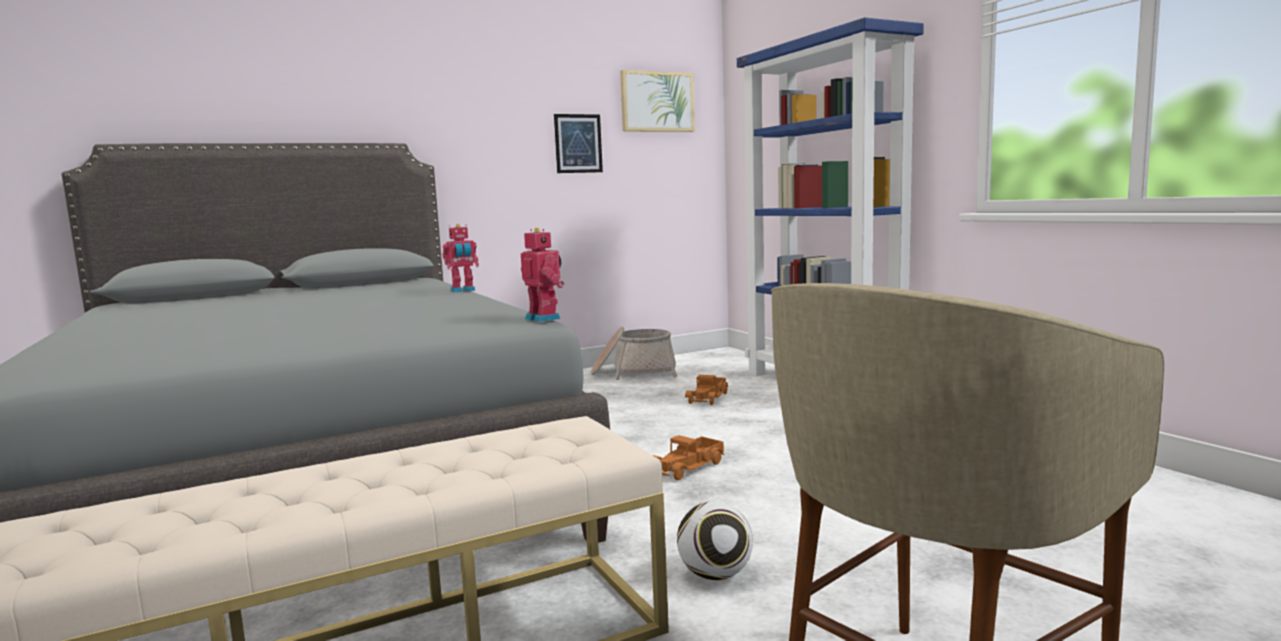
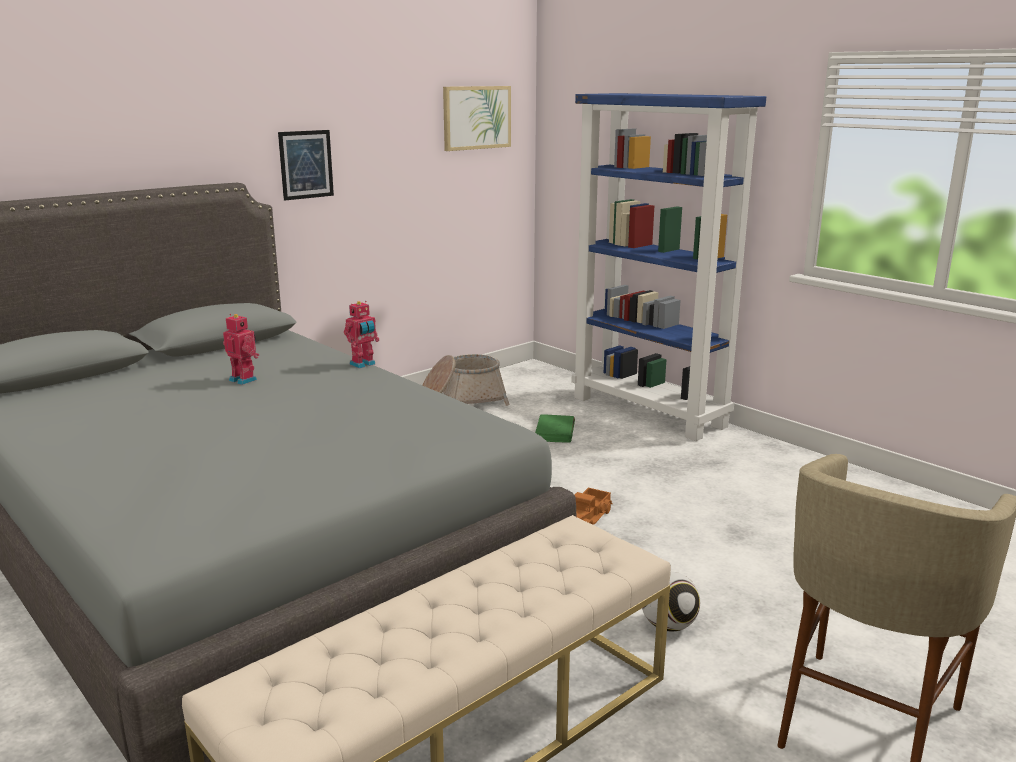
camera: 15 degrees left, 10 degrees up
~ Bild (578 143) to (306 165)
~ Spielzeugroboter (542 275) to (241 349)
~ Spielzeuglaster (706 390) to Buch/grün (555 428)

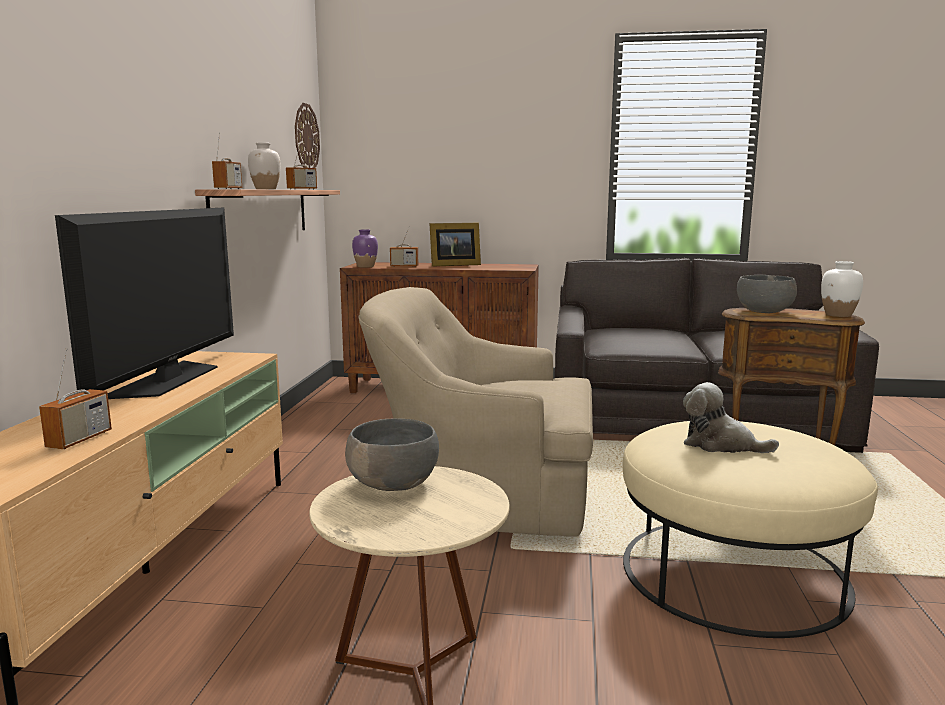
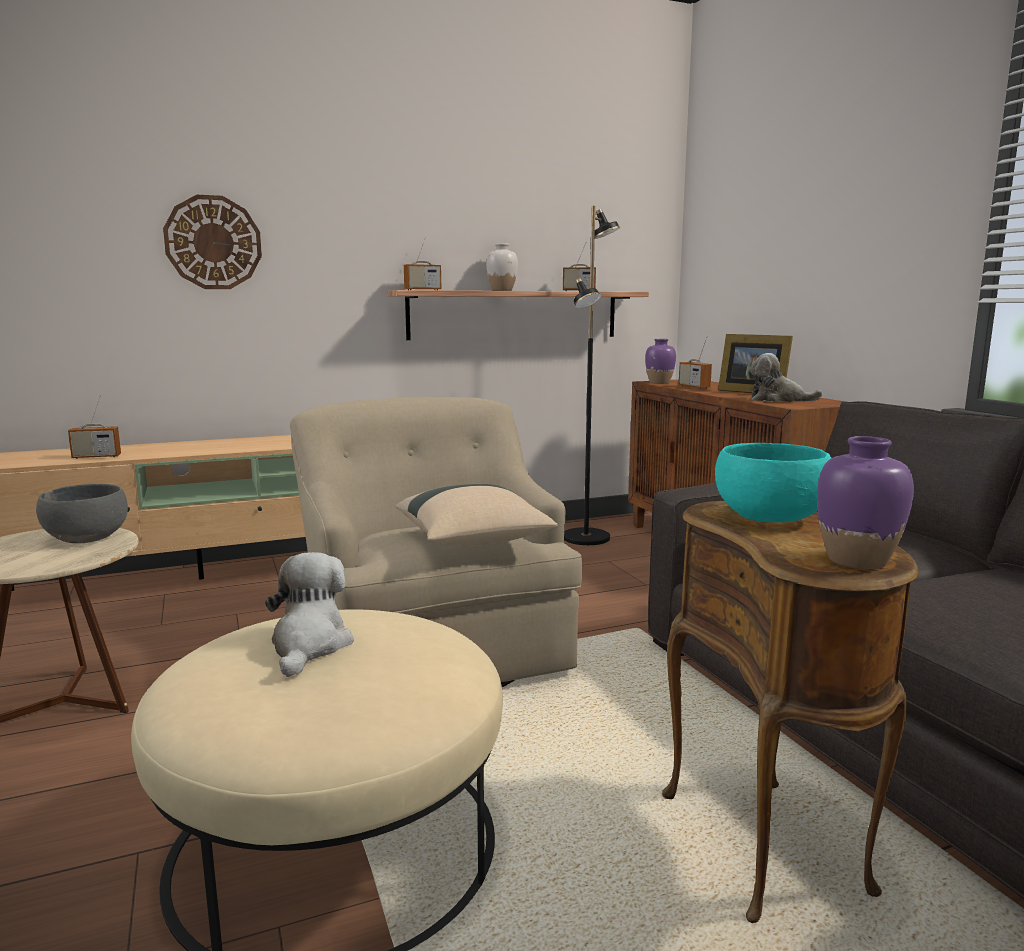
camera: 60 degrees right, 0 degrees up
~ Wanduhr (307 135) to (212 242)
- Fernseher (144 303)
~ Vase/weiß (842 289) to Vase/lila (865 502)
~ Schüssel/grau (767 294) to Schüssel/türkis (773 482)
+ Stehlampe/schwarz (592 375)
+ Plüschtier (786 377)
+ Kissen/beige (477 515)

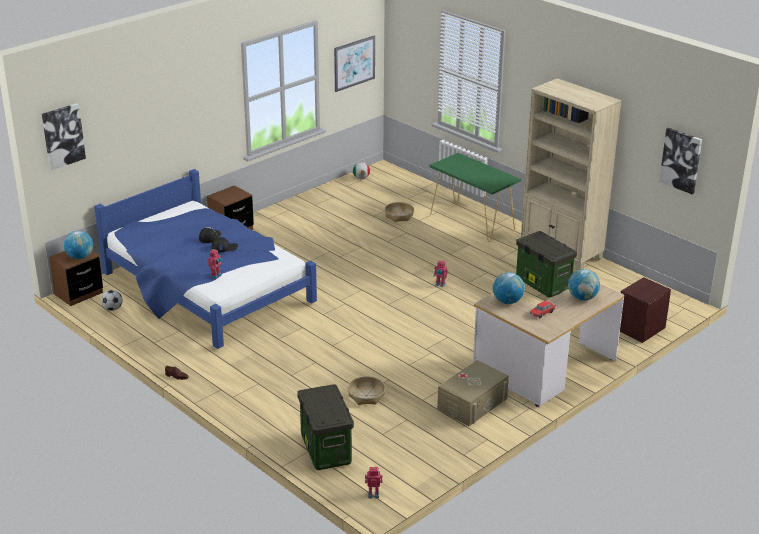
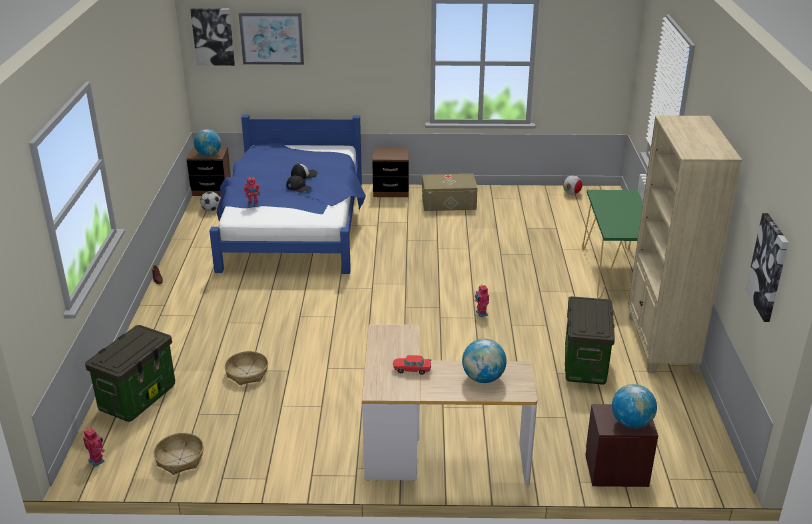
camera: 45 degrees right, 0 degrees up
~ Bild (354 64) to (271 39)
~ Korb (399 212) to (178 454)
~ Globus (509 288) to (634 406)
~ Aufbewahrungsbox/beige (473 393) to (450 192)

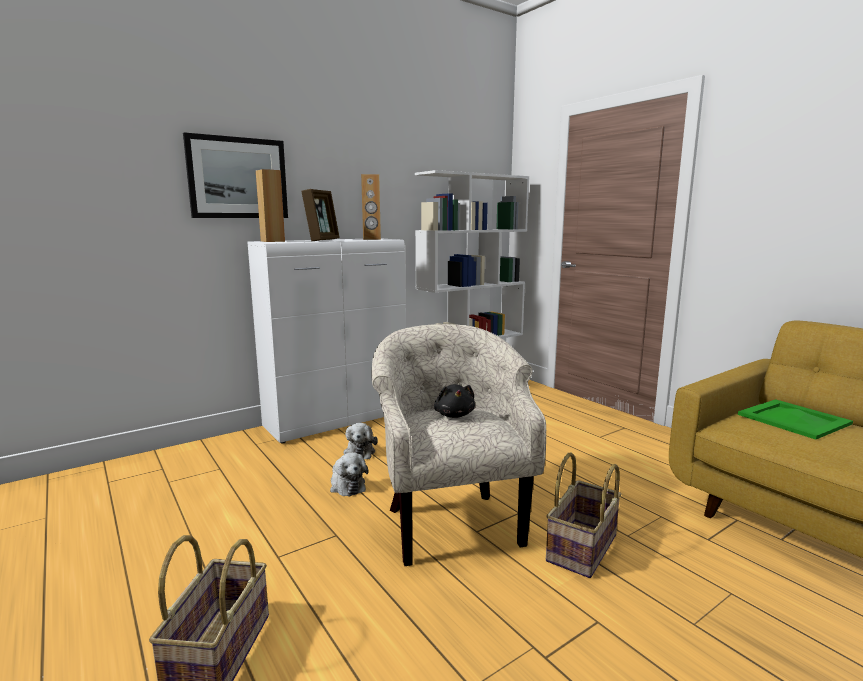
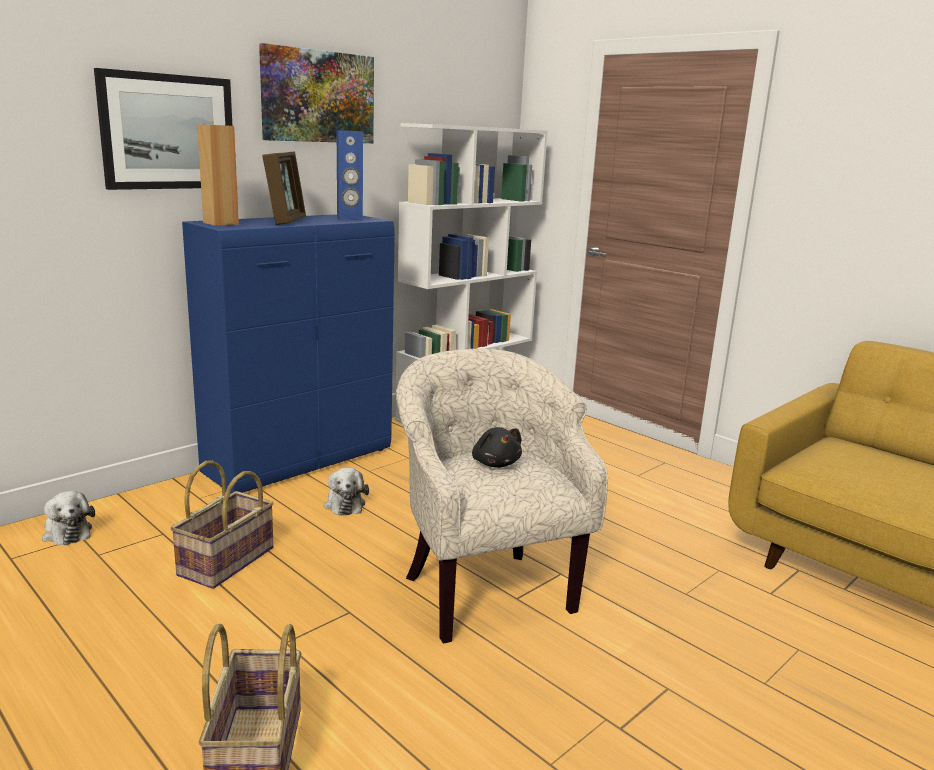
camera: 10 degrees left, 5 degrees up
~ Lautsprecher/braun (371 207) to Lautsprecher/blau (350 175)
~ Schrank/weiß (326 341) to Schrank/blau (288 353)
- Tablett/grün (795 419)
~ Plüschtier (349 474) to (68 518)
~ Korb (583 515) to (222 525)
+ Bild (316 93)

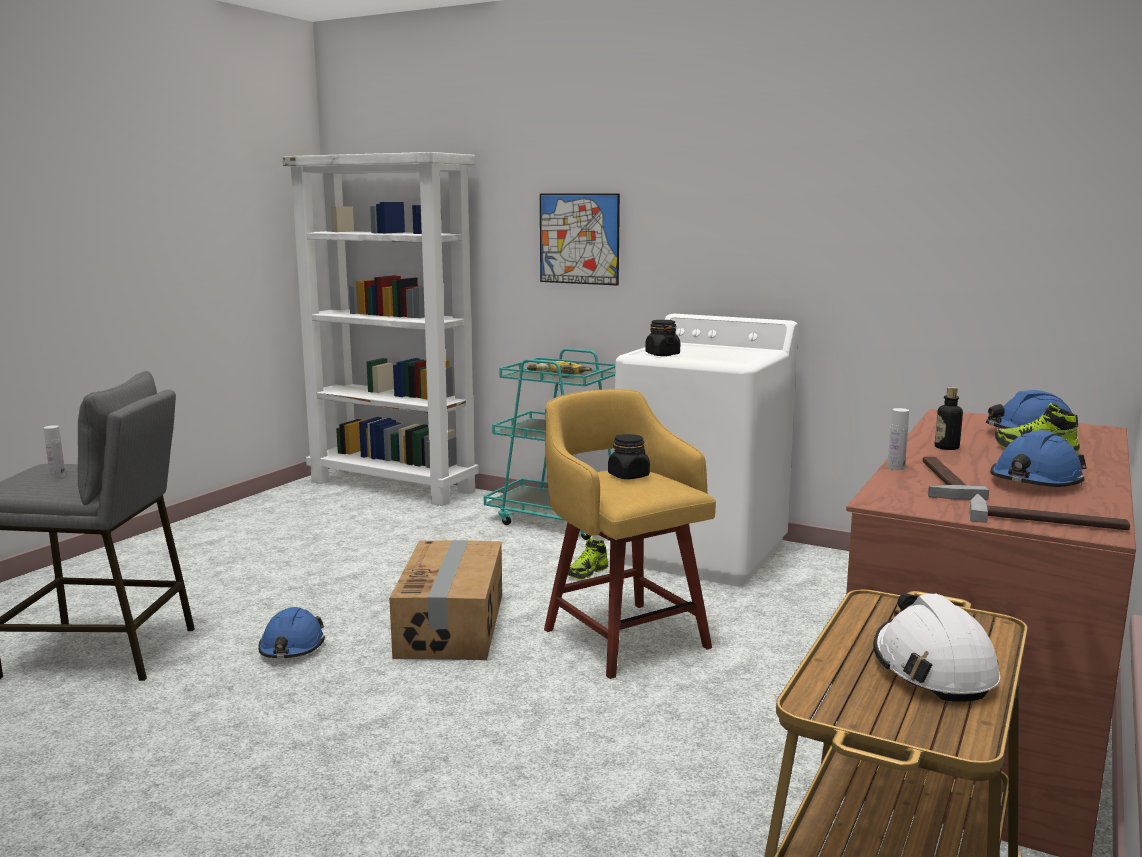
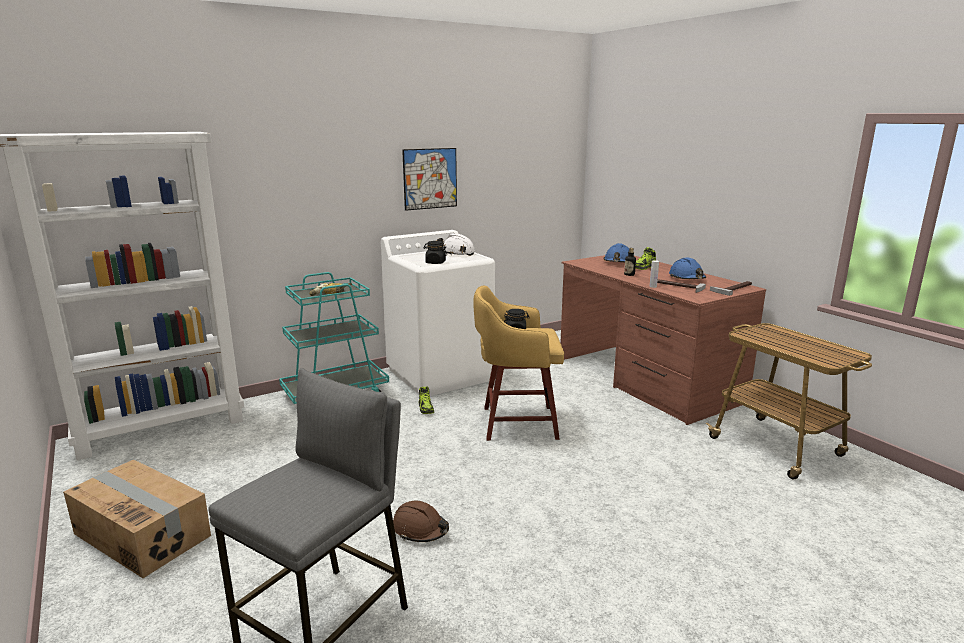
camera: 60 degrees left, 5 degrees up
~ Bild (580 239) to (429 179)
- Flasche/weiß (54 451)
~ Karton (445 600) to (137 518)
~ Schutzhelm/weiß (936 647) to (456 244)
~ Schutzhelm/blau (291 632) to Schutzhelm/braun (421 521)

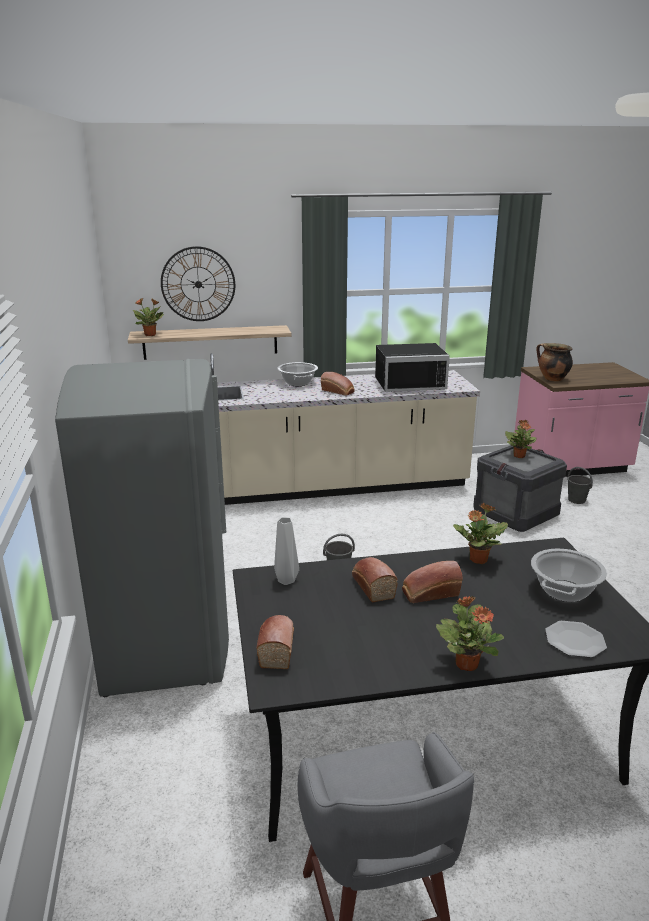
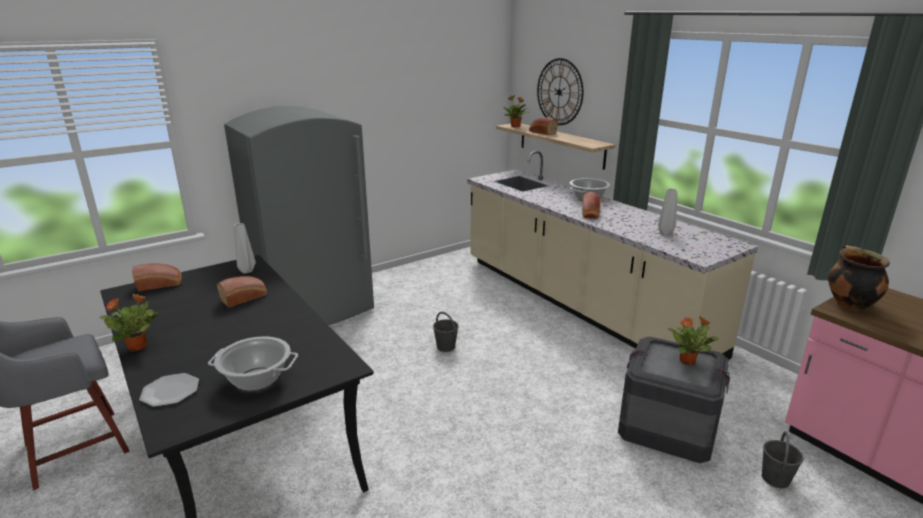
camera: 65 degrees right, 0 degrees up
~ Mikrowelle/schwarz (412 367) to Vase/grau (667 212)
- Topfpflanze (480 533)
~ Brot (432 582) to (543 126)

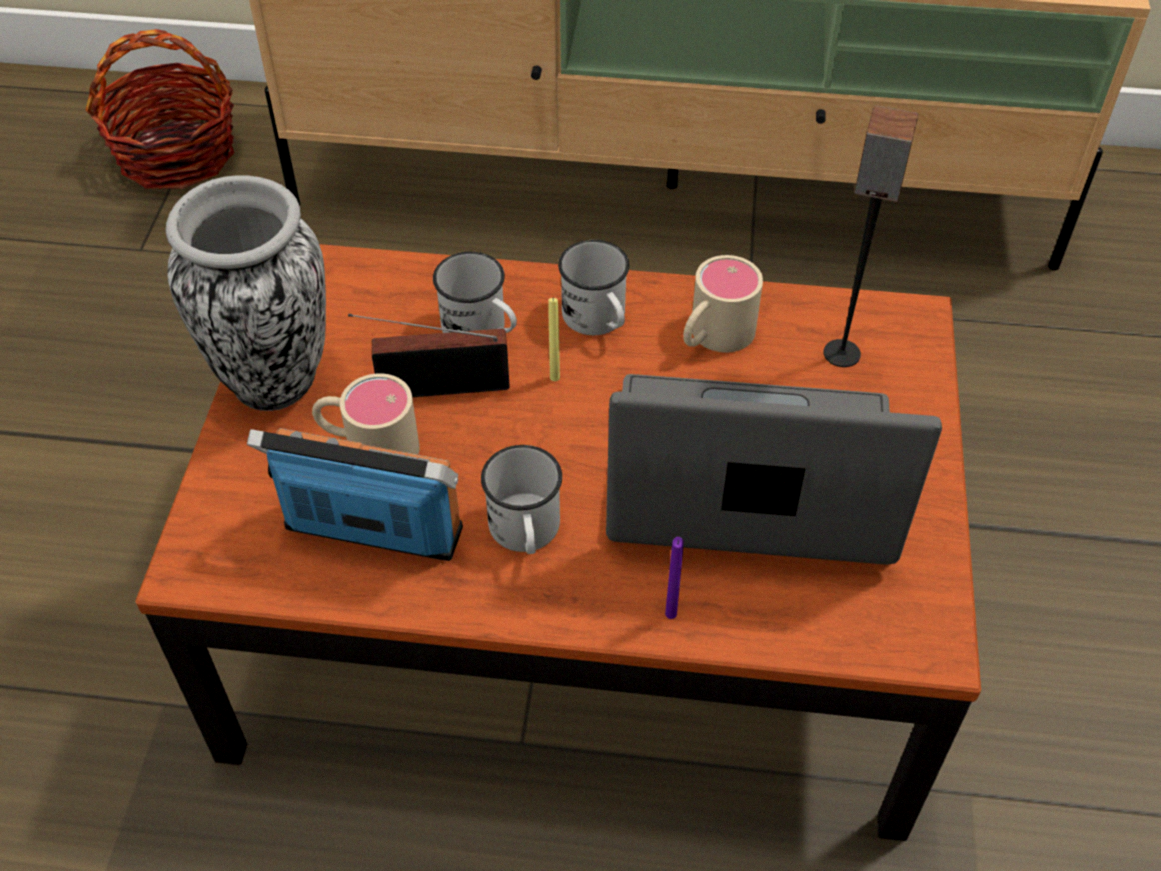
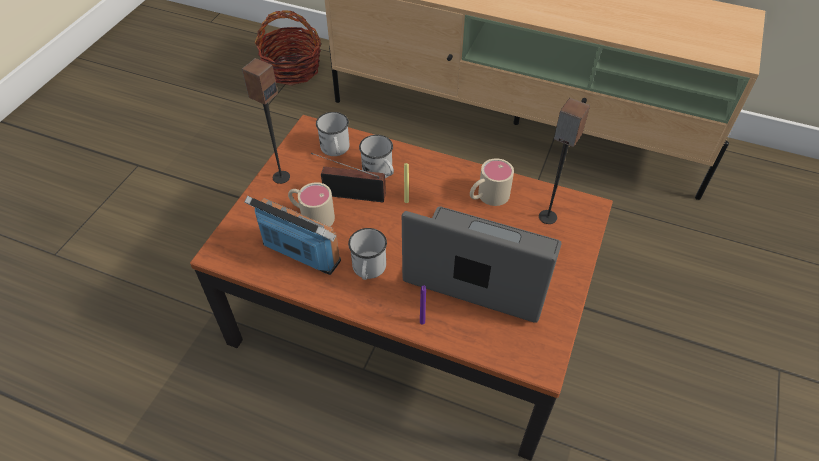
camera: 15 degrees right, 0 degrees up
~ Vase (246 293) to Lautsprecher (266 121)
~ Henkelbecher/weiß (593 287) to (333 134)

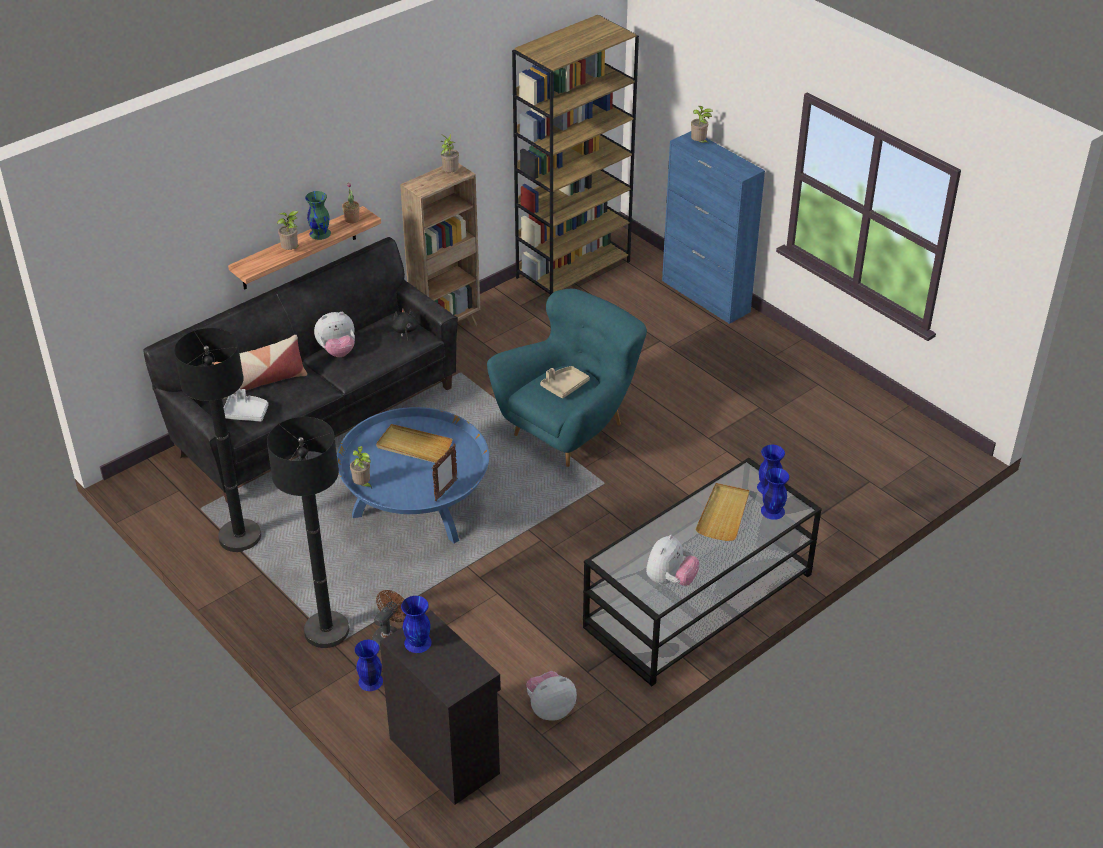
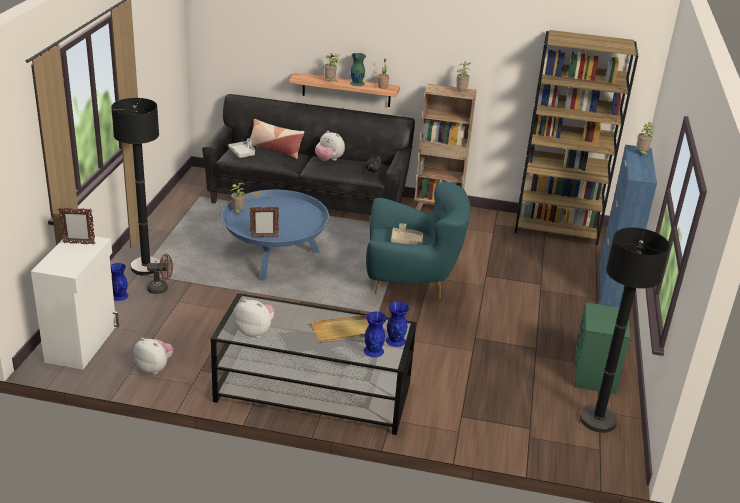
camera: 50 degrees right, 10 degrees down
~ Stehlampe/schwarz (217 440) to (625 330)
- Tablett/beige (414 443)
~ Plüschtier (673 560) = (254 318) 150 degrees counterclockwise
~ Vase/blau (416 624) to Bilderrahmen (76 226)
~ Schrank/schwarz (440 707) to Schrank/weiß (75 302)
+ Nachttisch/grün (602 348)

